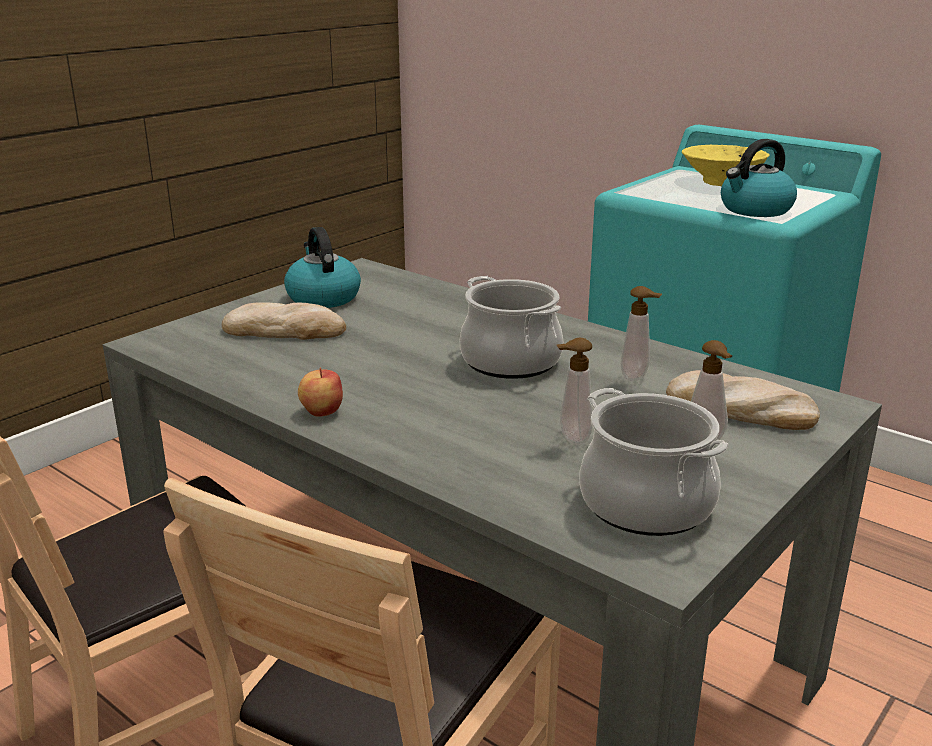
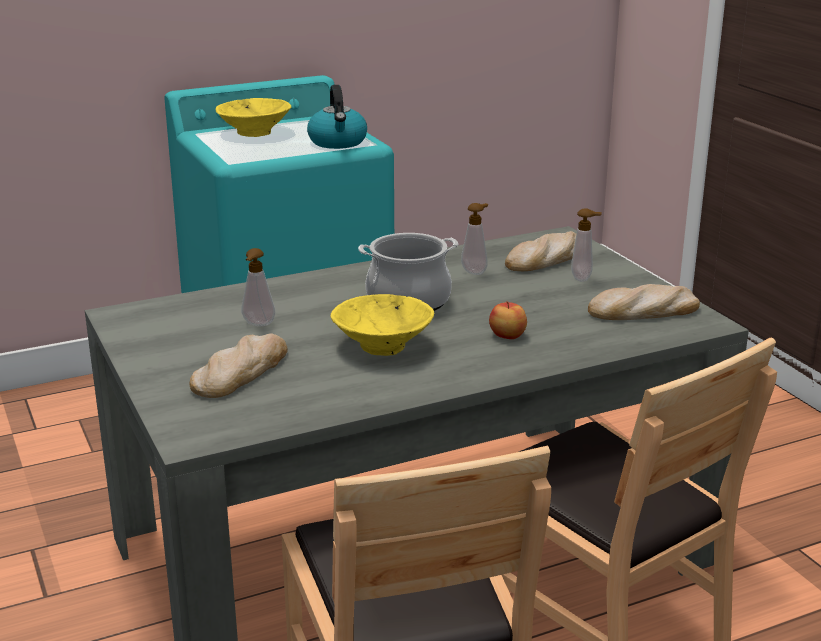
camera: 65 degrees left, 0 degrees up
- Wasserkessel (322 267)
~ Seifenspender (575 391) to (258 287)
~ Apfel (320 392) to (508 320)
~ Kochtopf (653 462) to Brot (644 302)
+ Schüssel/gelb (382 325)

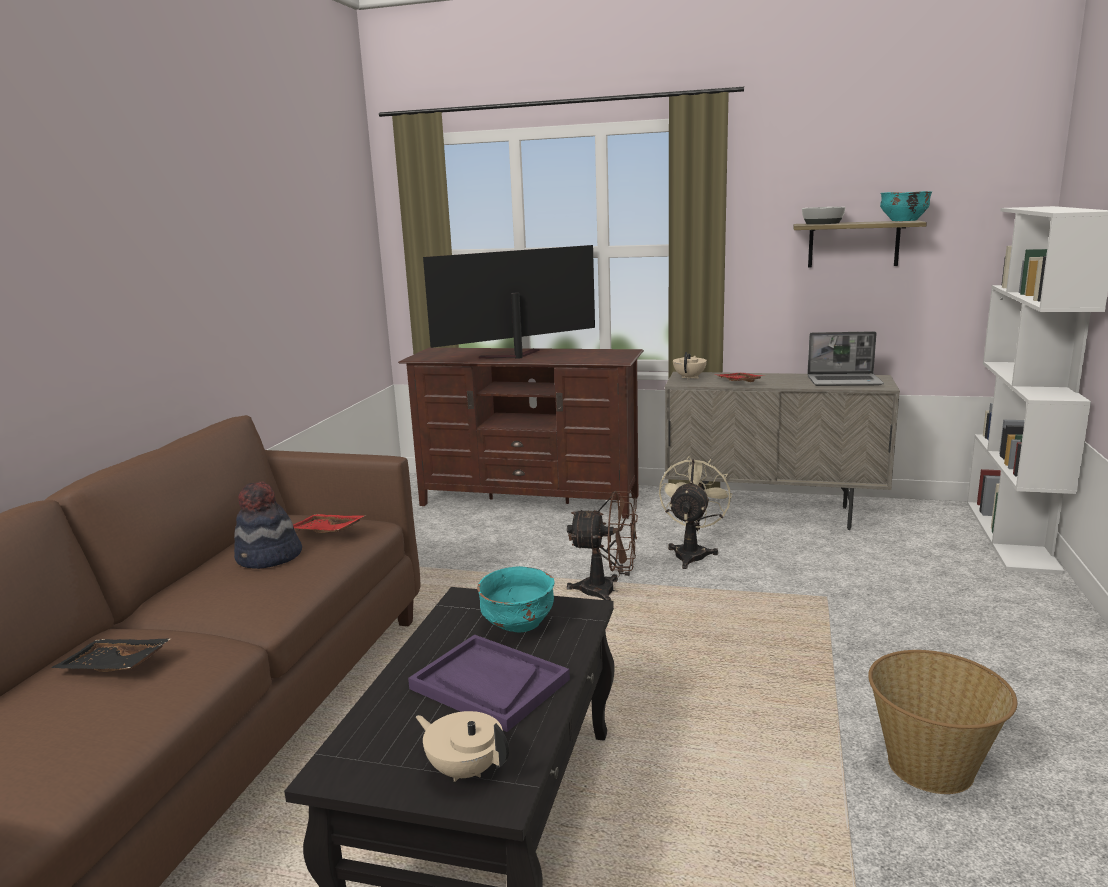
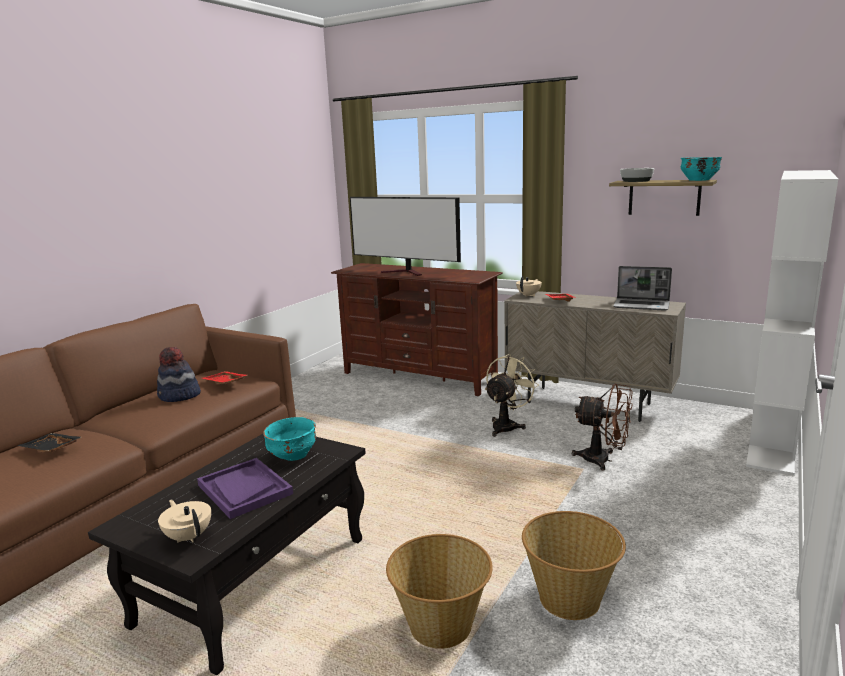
camera: 15 degrees right, 0 degrees up
~ Fernseher (509 302) = (405 236) 135 degrees counterclockwise
~ Ventilator/braun (602 546) to (602 427)
+ Korb (439 591)

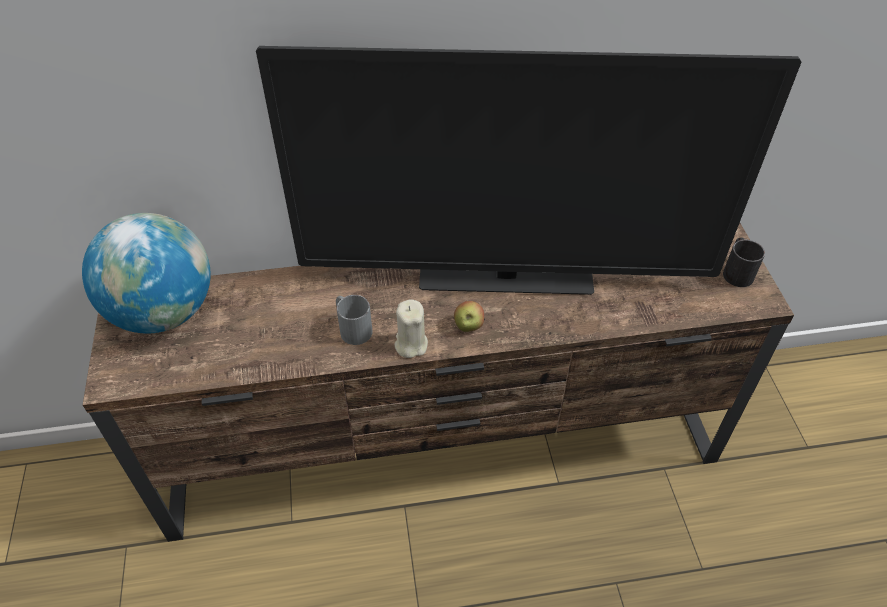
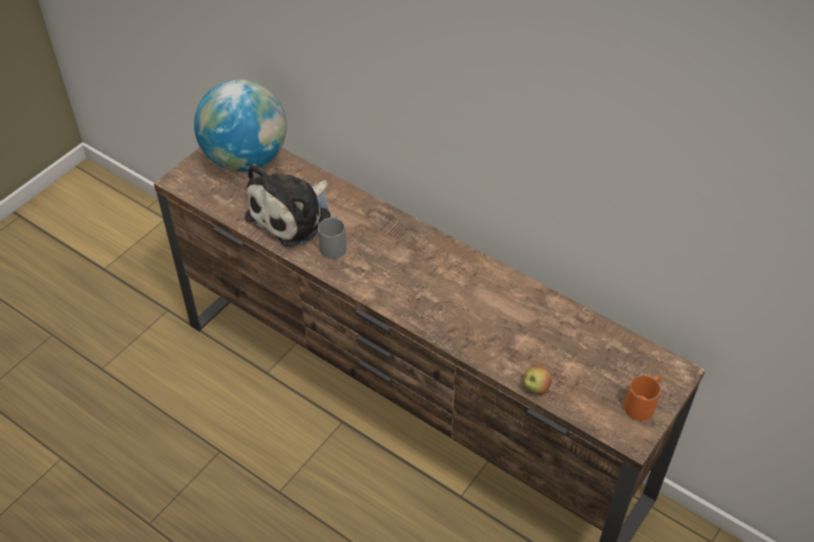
camera: 45 degrees right, 0 degrees up
- Fernseher (528 170)
~ Henkelbecher/schwarz (744 262) to Henkelbecher/orange (642 398)
- Kerze/beige (411 329)
~ Apfel (469 316) to (537 380)
+ Plüschtier (288 205)

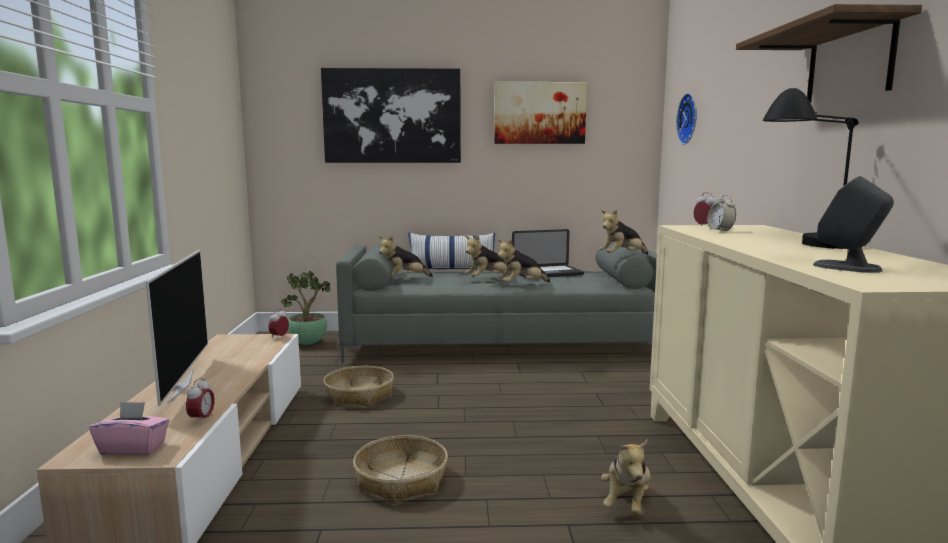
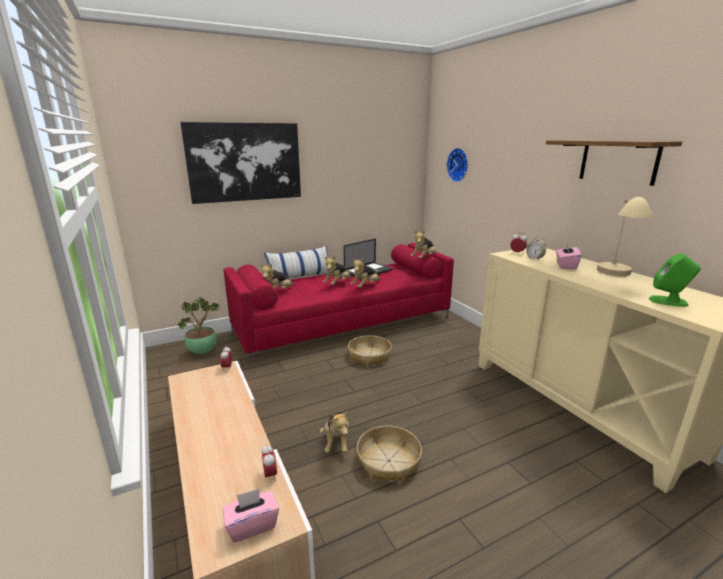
camera: 25 degrees left, 10 degrees up
- Bild (540 113)
~ Tischlampe/schwarz (812 168) to Tischlampe/beige (624 236)
~ Lautsprecher/grau (853 224) to Lautsprecher/grün (674 280)
~ Sofa/grau (496 303) to Sofa/rot (339 304)
- Fernseher (176 328)
~ Korb (359 386) to (370 350)
~ Plüschtier (626 477) to (334 431)
+ Taschentuchbox/rosa (569 256)

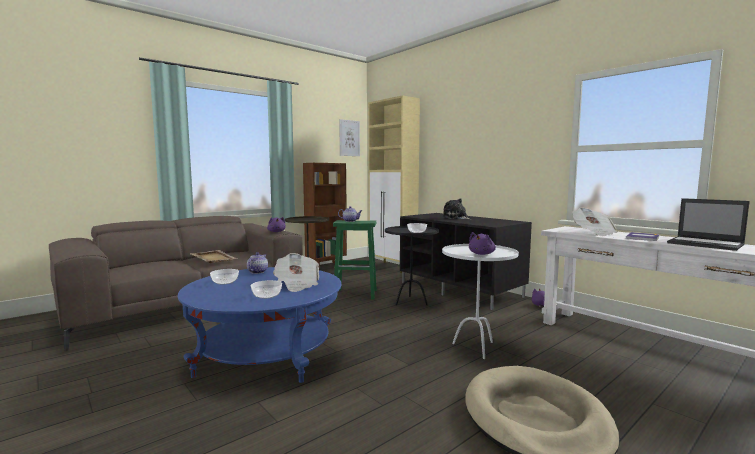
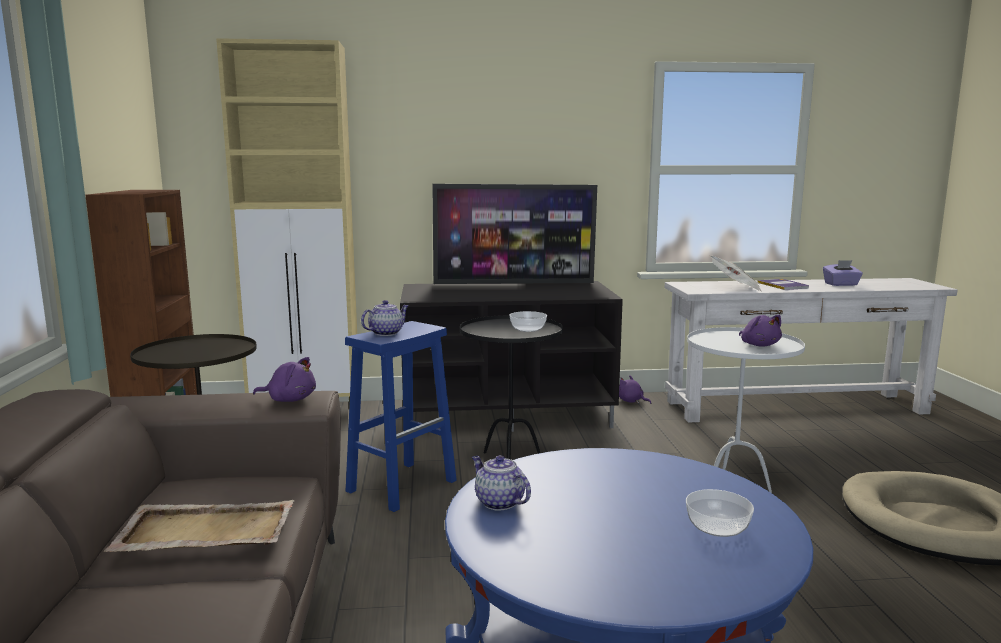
camera: 55 degrees left, 5 degrees up
- Bild (349 137)
- Plüschtier (457 209)
~ Laptop (708 224) to Taschentuchbox/lila (843 273)
~ Hocker/grün (355 260) to Hocker/blau (401 416)
- Zeitung (296 272)
- Schüssel (224 277)
+ Fernseher (514 234)

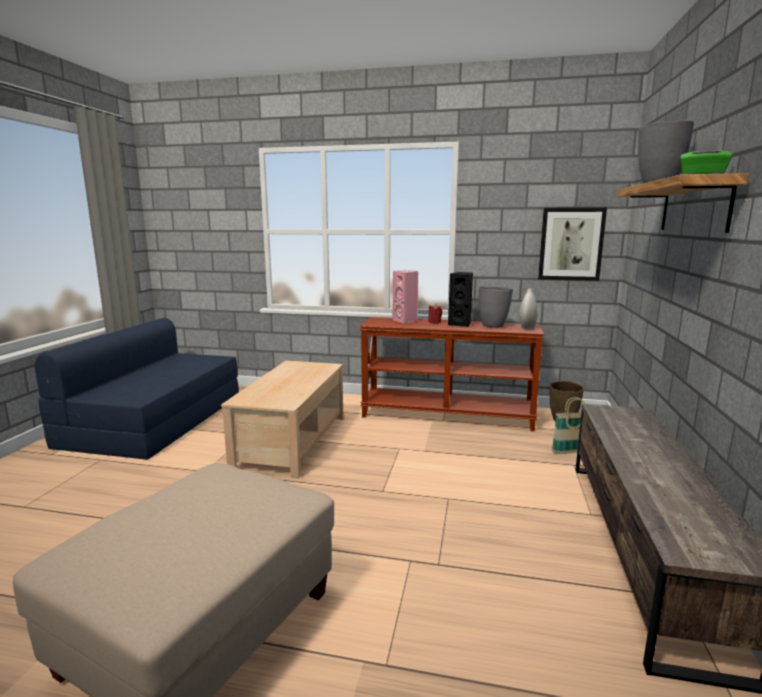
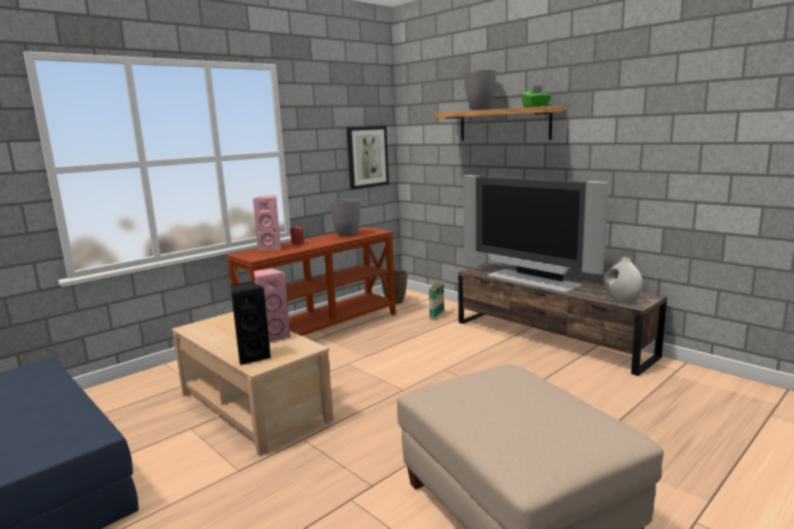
camera: 55 degrees left, 0 degrees up
~ Lautsprecher/schwarz (460 299) to (250 323)
~ Vase/weiß (528 308) to (623 280)
+ Fernseher (536 234)
+ Lautsprecher/rosa (272 305)

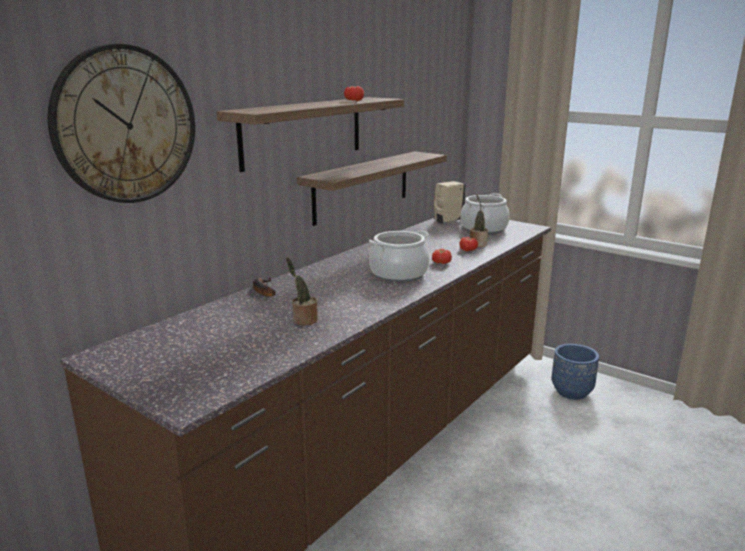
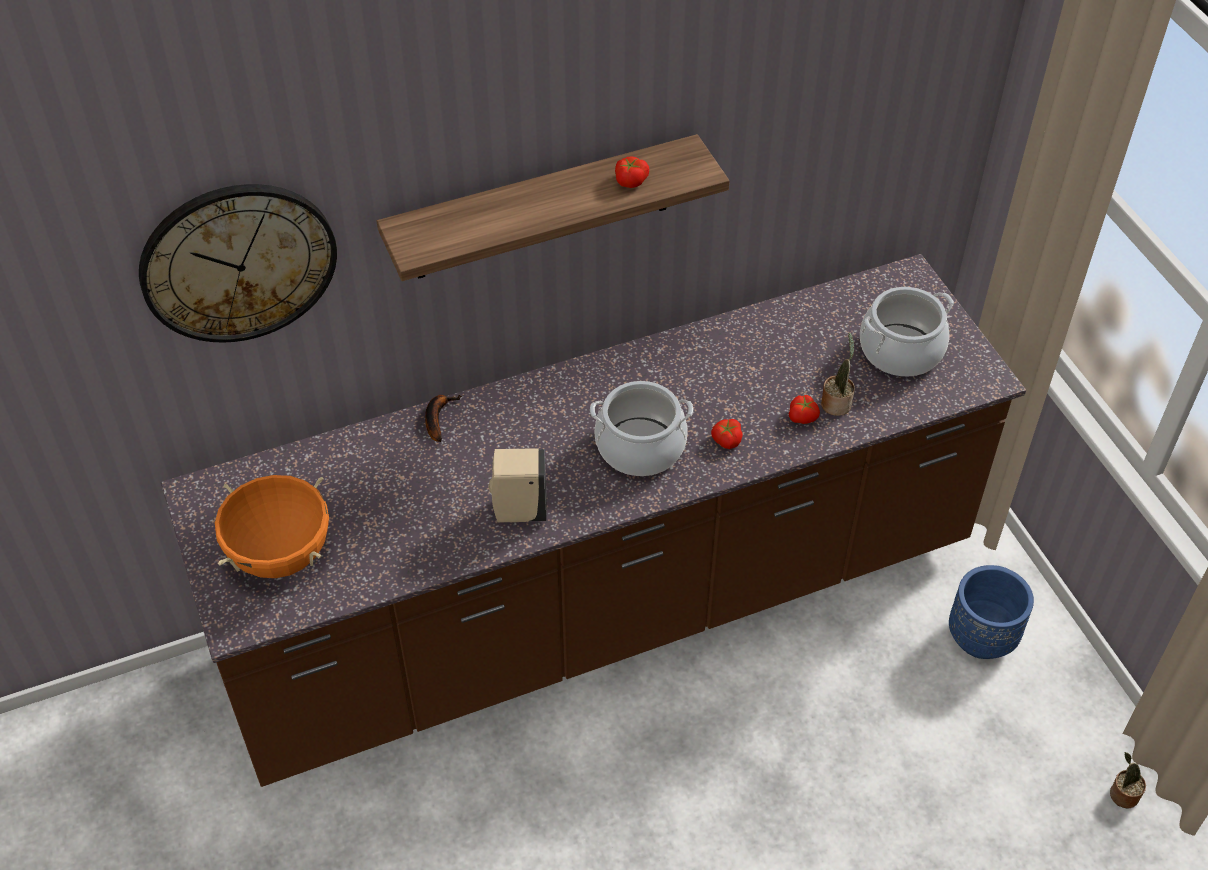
camera: 30 degrees right, 30 degrees up
- Wandregal (372 188)
~ Seifenspender/beige (450 202) to (517 485)
~ Topfpflanze (302 291) to (1128 780)
+ Kochtopf/orange (272 526)

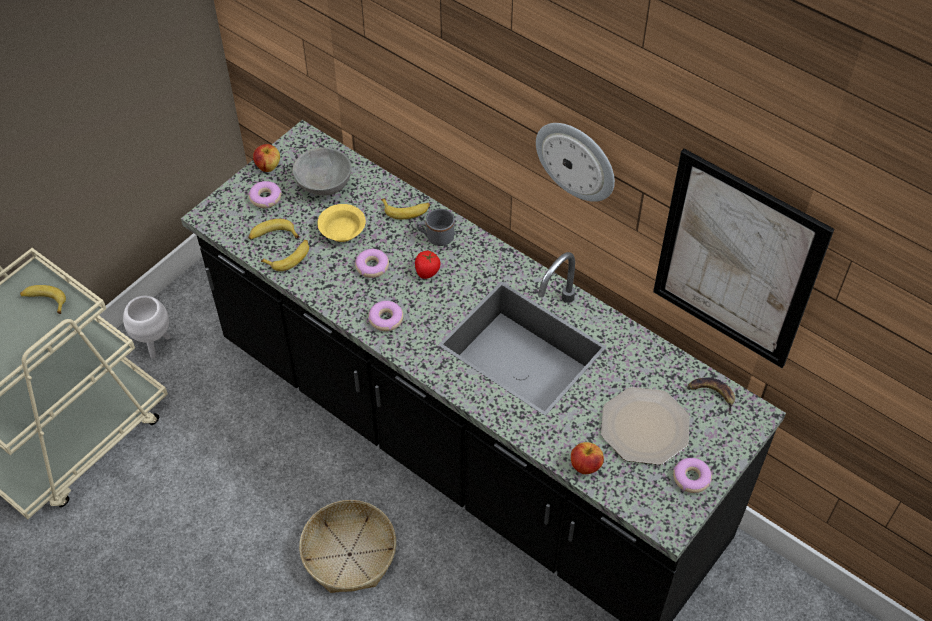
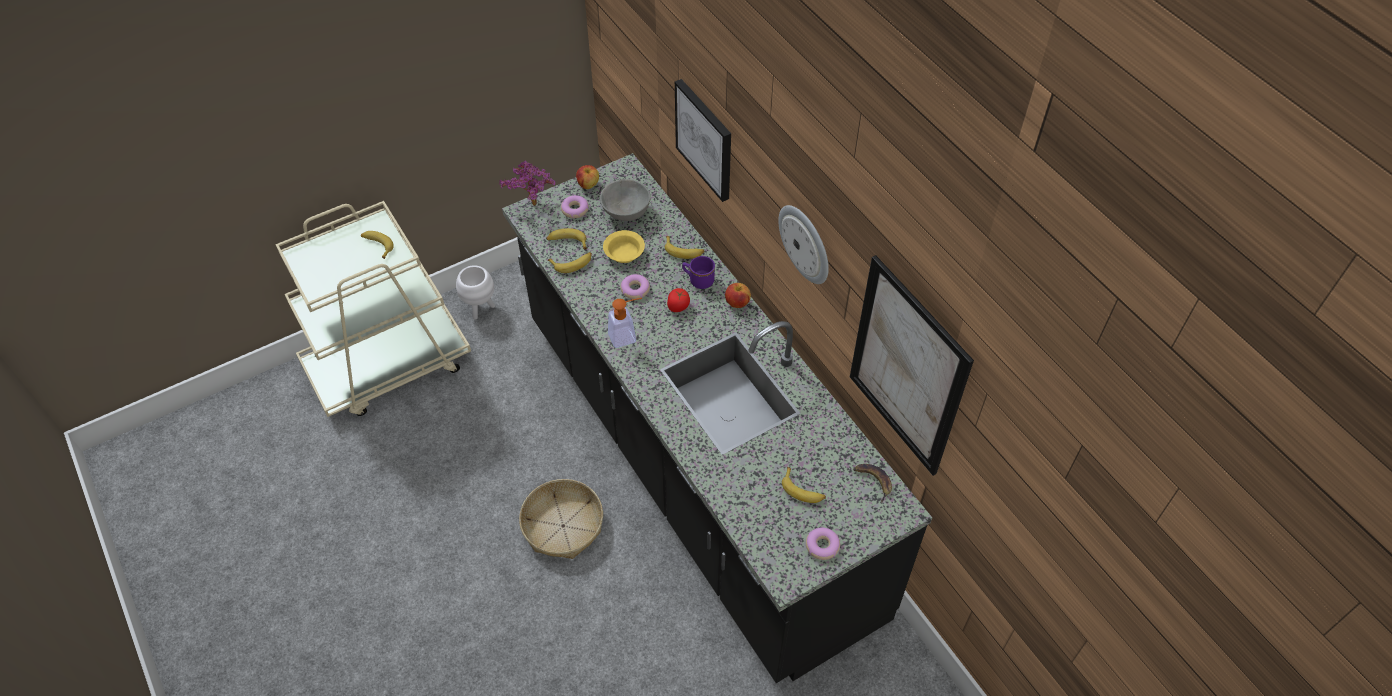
camera: 20 degrees right, 0 degrees up
~ Henkelbecher/grau (436 227) to Henkelbecher/lila (698 272)
~ Donut (385 316) to Seifenspender (625 323)
~ Teller (645 426) to Banane (804 485)
~ Apfel (587 458) to (738 295)
+ Bild (703 140)
+ Topfpflanze (527 183)

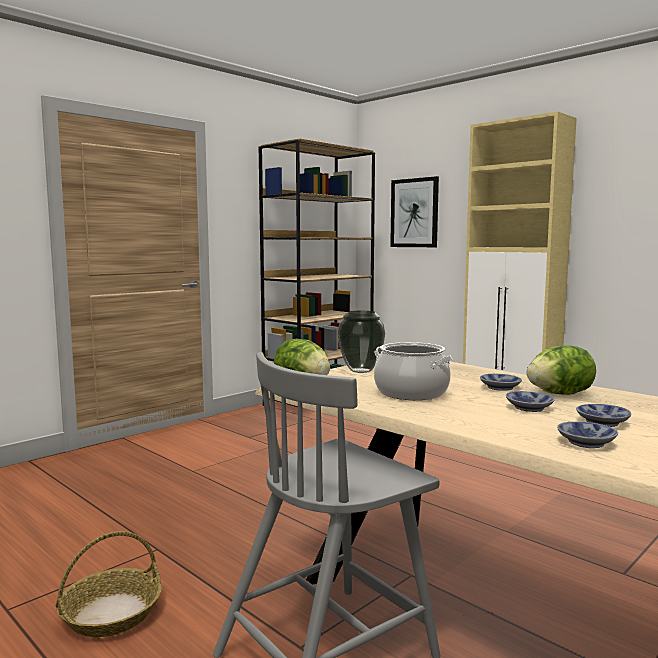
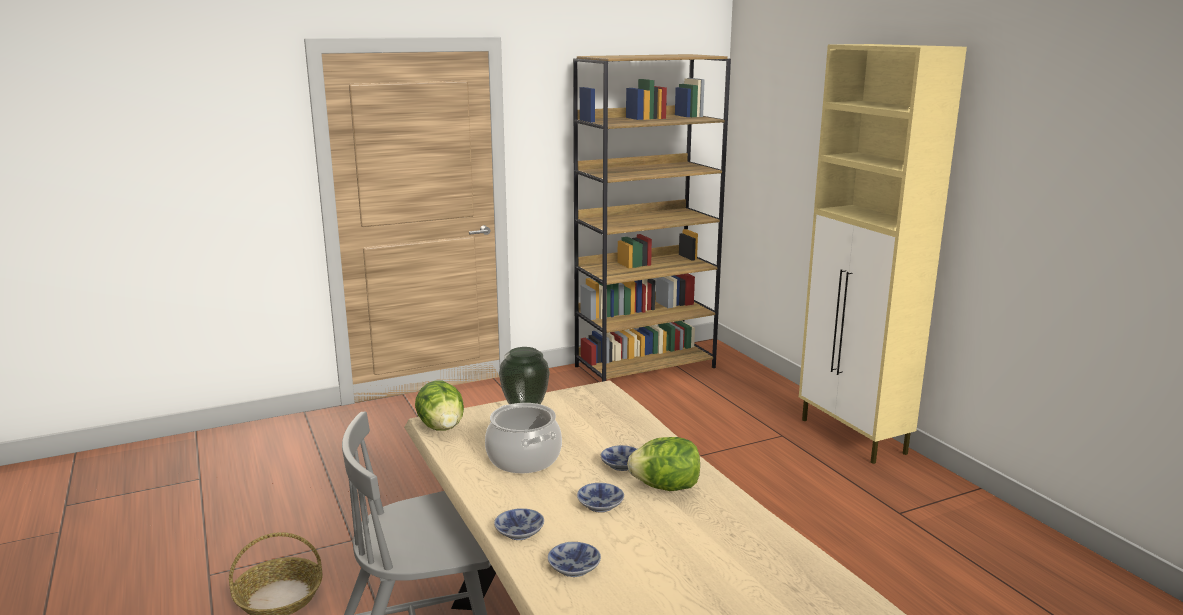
camera: 20 degrees right, 10 degrees up
- Bild (414 211)
~ Schüssel (603 415) to (519 524)

